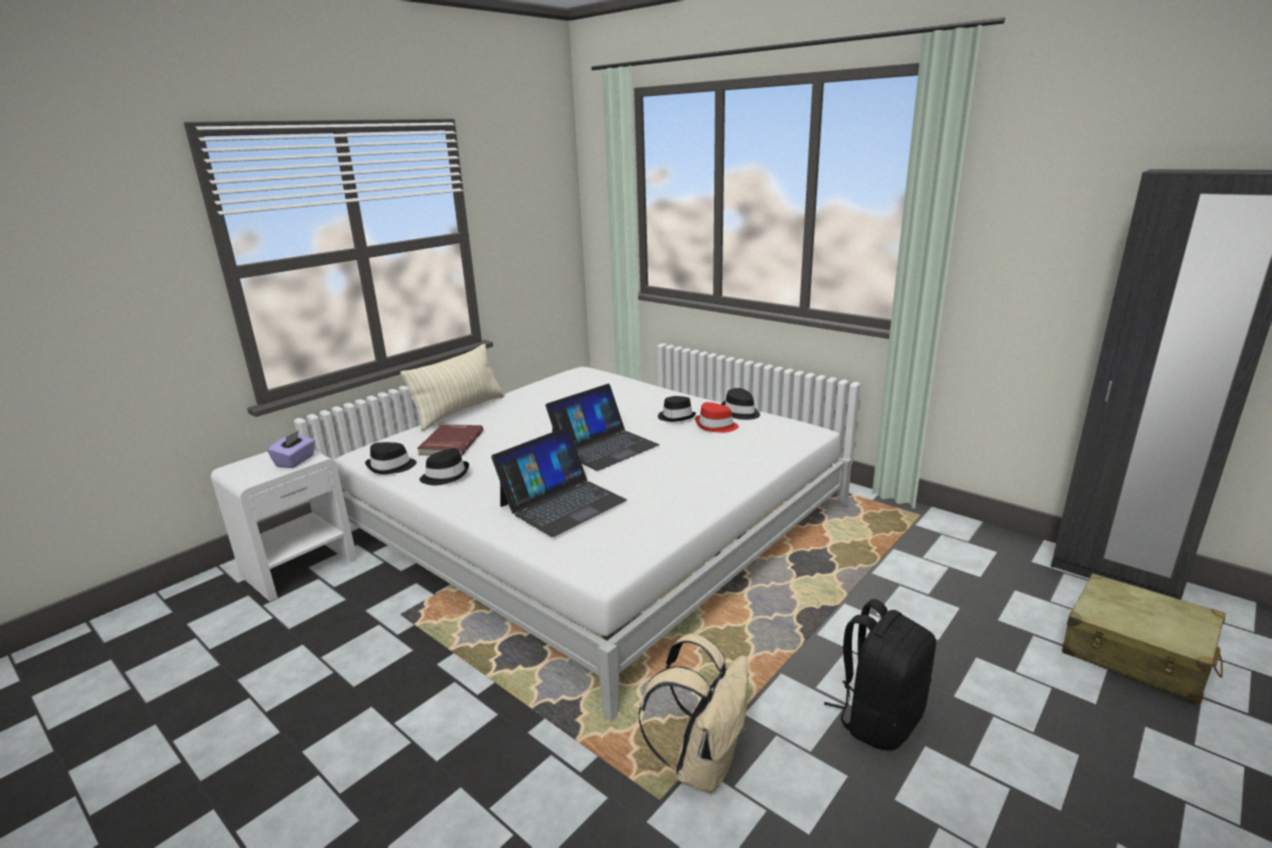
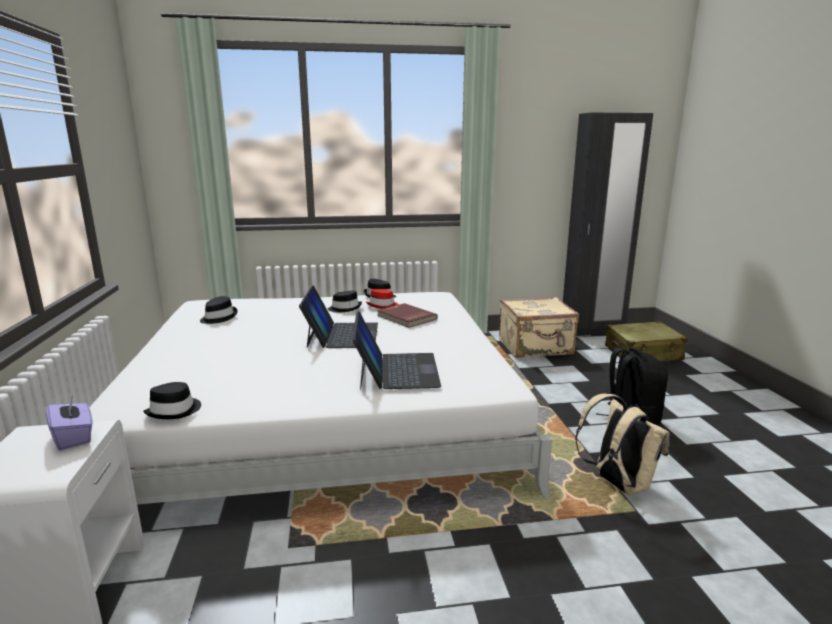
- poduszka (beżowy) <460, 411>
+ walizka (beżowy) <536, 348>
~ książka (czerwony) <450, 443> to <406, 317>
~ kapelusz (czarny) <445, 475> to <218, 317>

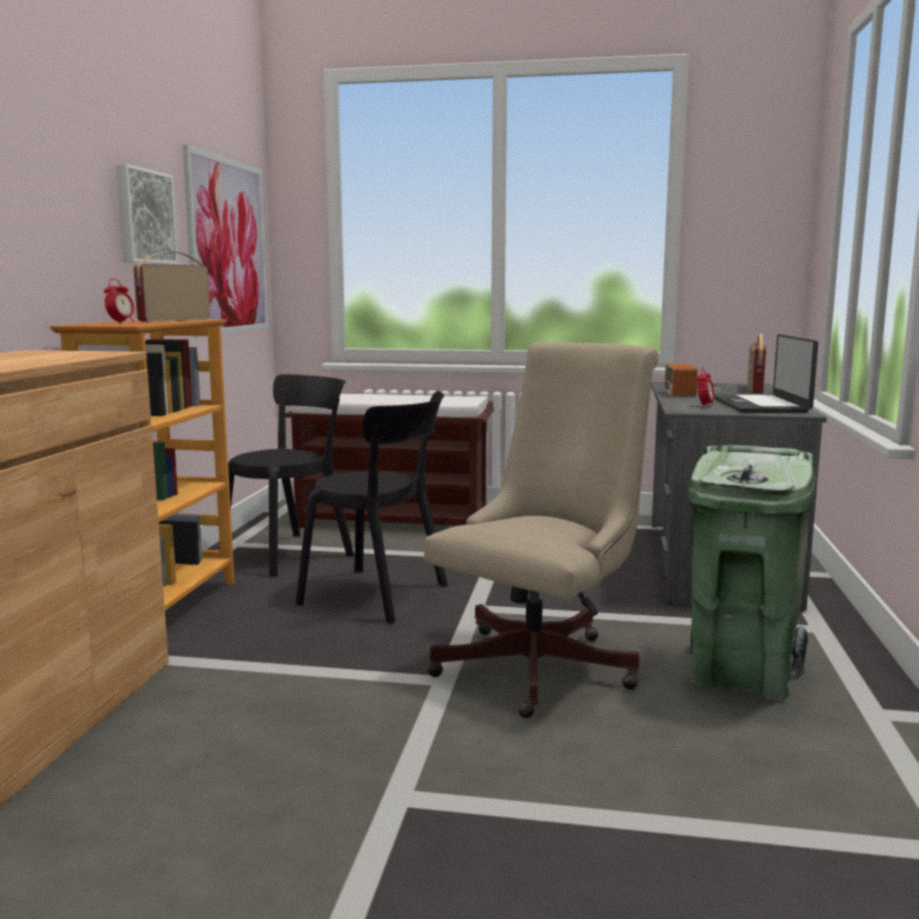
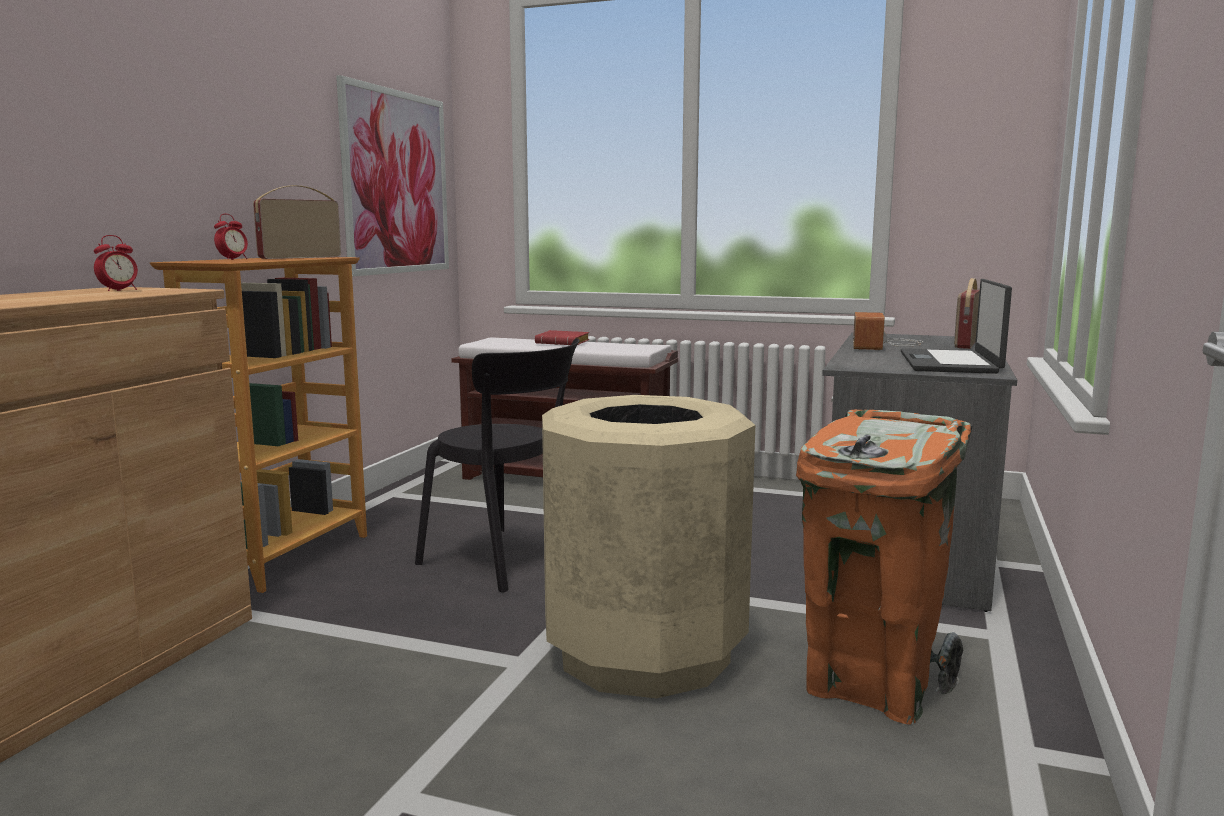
- obraz <143, 217>
- krzesło (czarny) <292, 553>
+ książka (czerwony) <564, 343>
~ budzik <704, 406> to <119, 290>
~ krzesło biurowe (beżowy) <544, 664> to kosz na śmieci (beżowy) <645, 653>
~ kosz na śmieci (zielony) <741, 675> to kosz na śmieci (pomarańczowy) <872, 685>

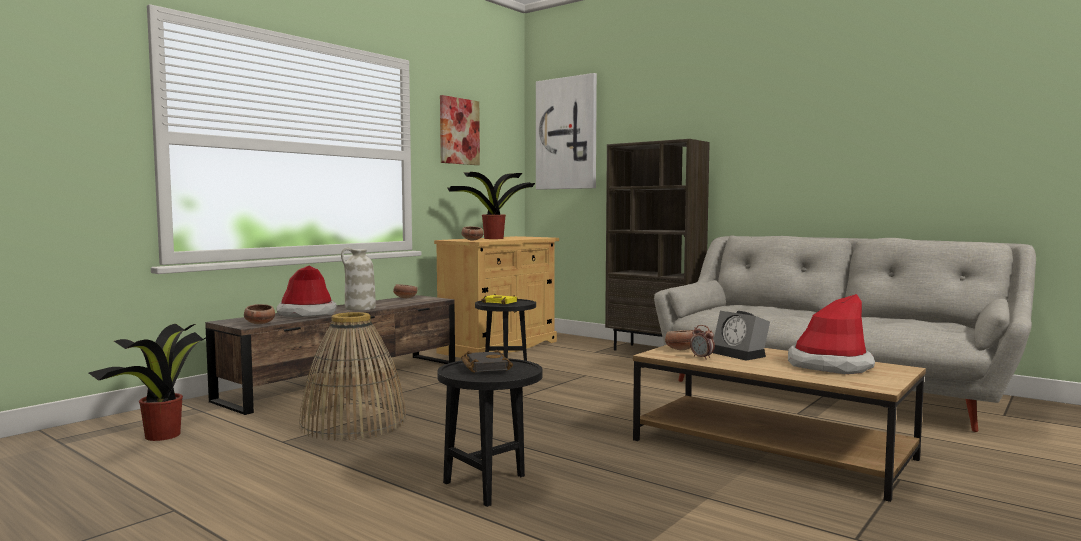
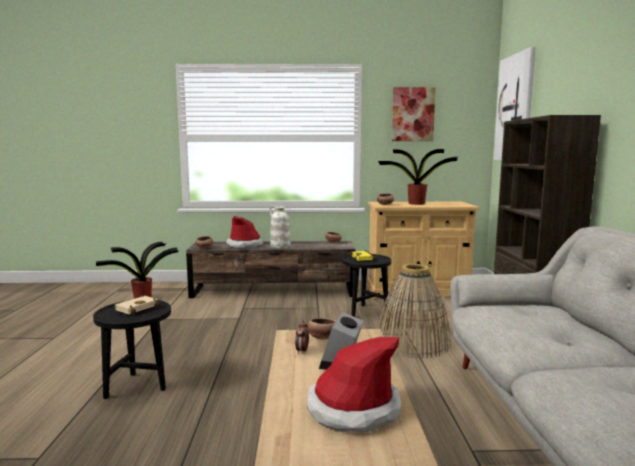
~ koszyk <353, 423> to <412, 342>
~ książka (czarny) <483, 366> to książka (beżowy) <137, 307>

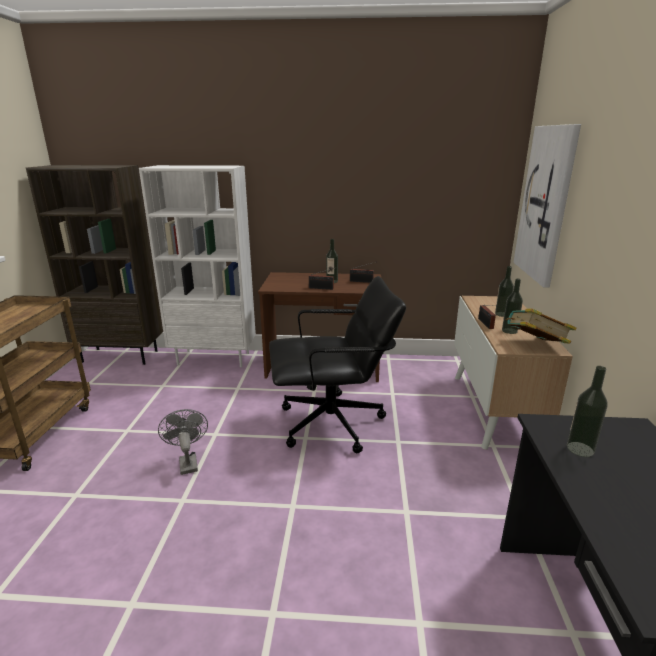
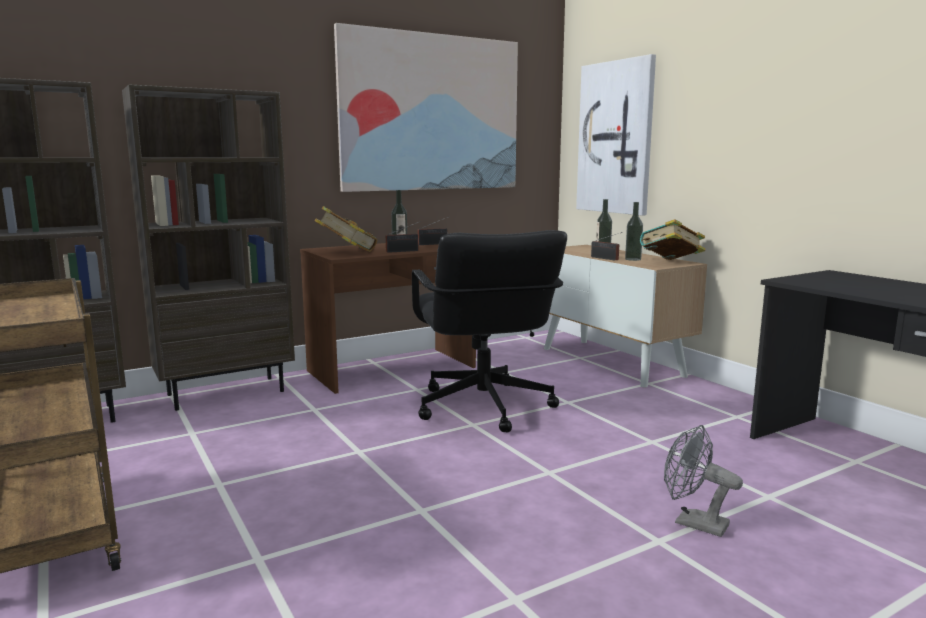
- butelka <580, 449>
+ książka <347, 252>
+ obraz <431, 113>
~ wentylator (szary) <187, 462> to <693, 522>
~ regał (biały) <214, 358> to regał (brązowy) <226, 392>
~ krzesło biurowe (czarny) <332, 423> = <483, 407> 120 degrees clockwise

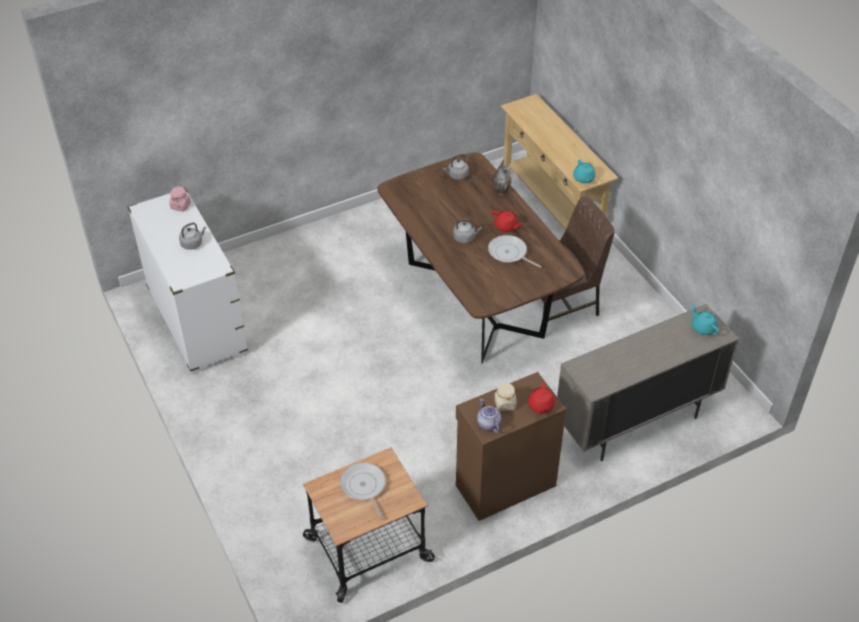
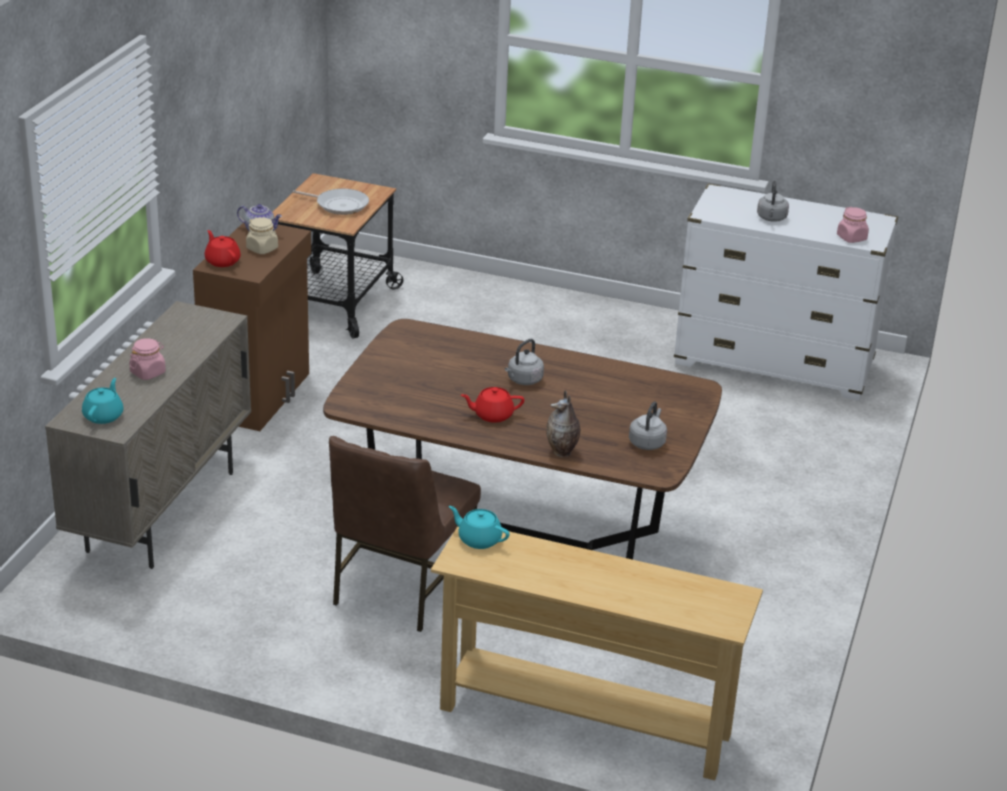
- patelnia <509, 253>
+ słoik (różowy) <148, 372>
~ imbryk (turkusowy) <703, 328> = <104, 416> 90 degrees counterclockwise

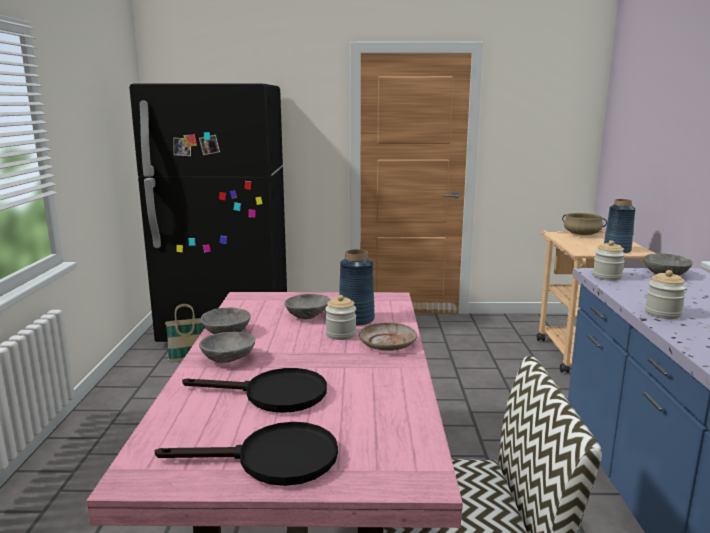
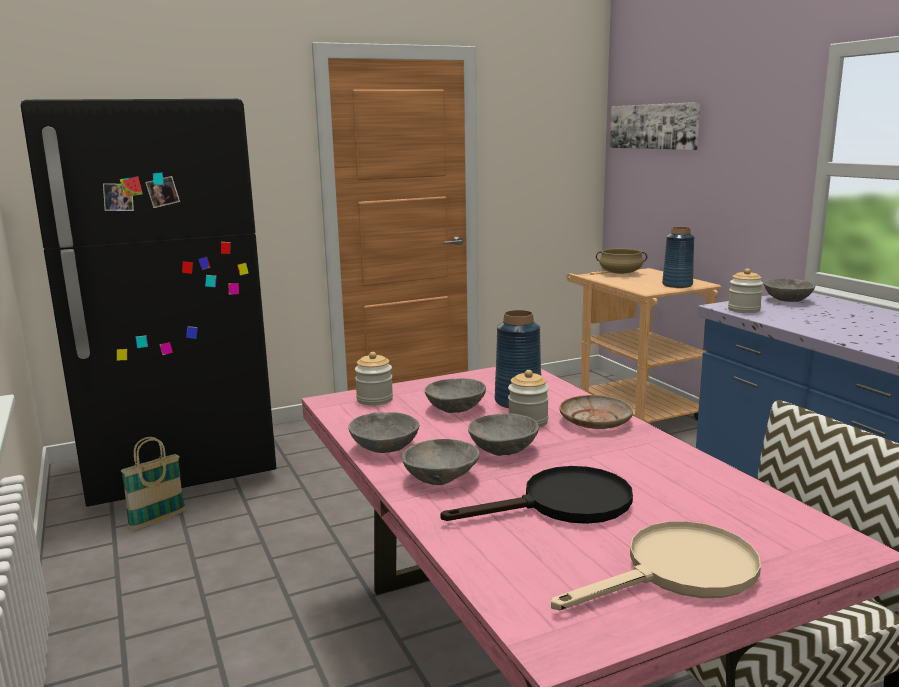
+ miska (szary) <504, 449>
+ obraz <654, 126>
~ słoik <662, 313> to <374, 399>
~ patelnia (czarny) <273, 460> to patelnia (beżowy) <678, 573>

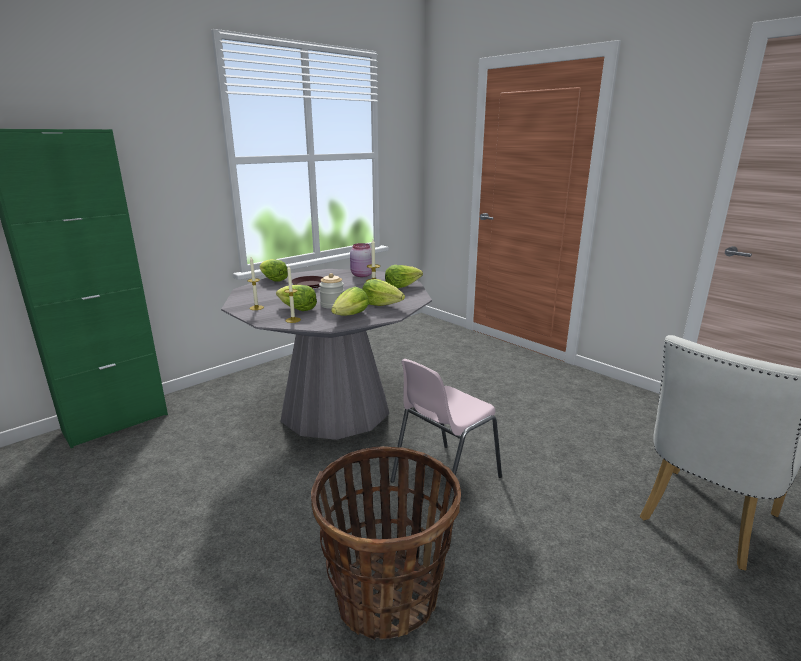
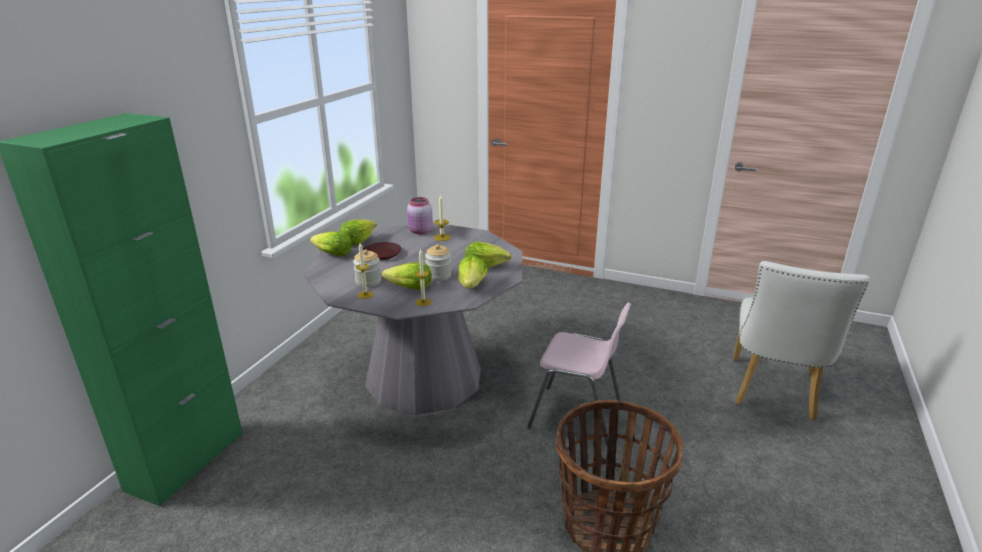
+ słoik <368, 281>
~ sałata <402, 286> to <358, 241>
~ krzesło (różowy) <444, 479> = <577, 417> 90 degrees counterclockwise

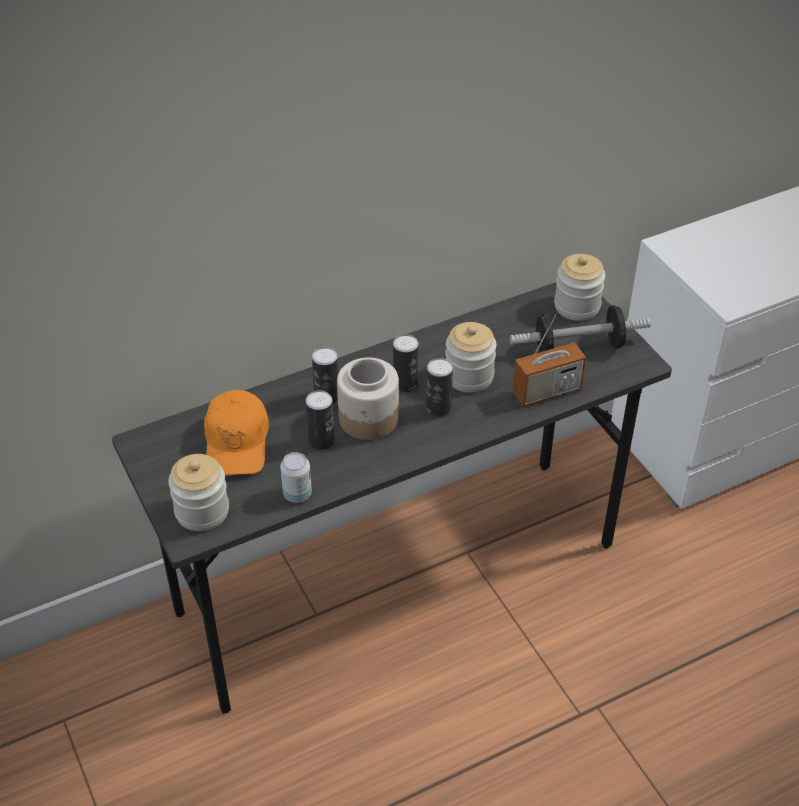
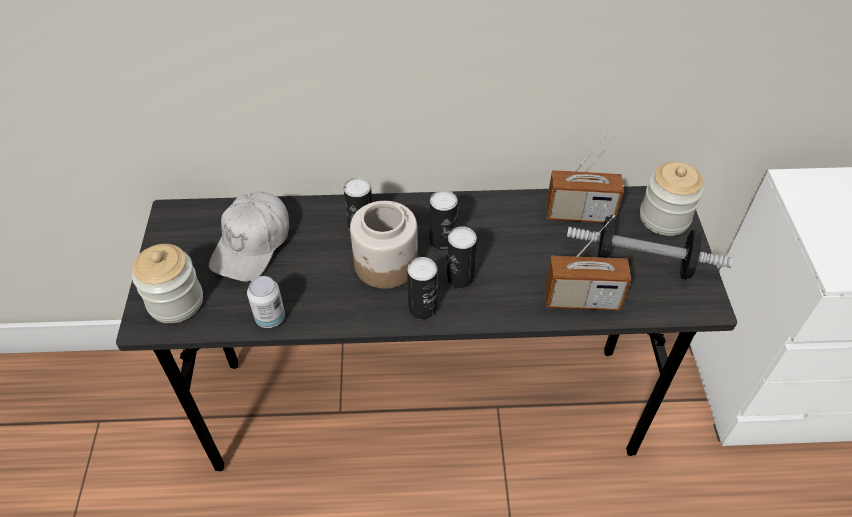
- słoik <469, 376>
+ radio <579, 214>
~ puszka <321, 441> to <422, 308>
~ czapka z daszkiem (pomarańczowy) <237, 442> to czapka z daszkiem (biały) <252, 244>

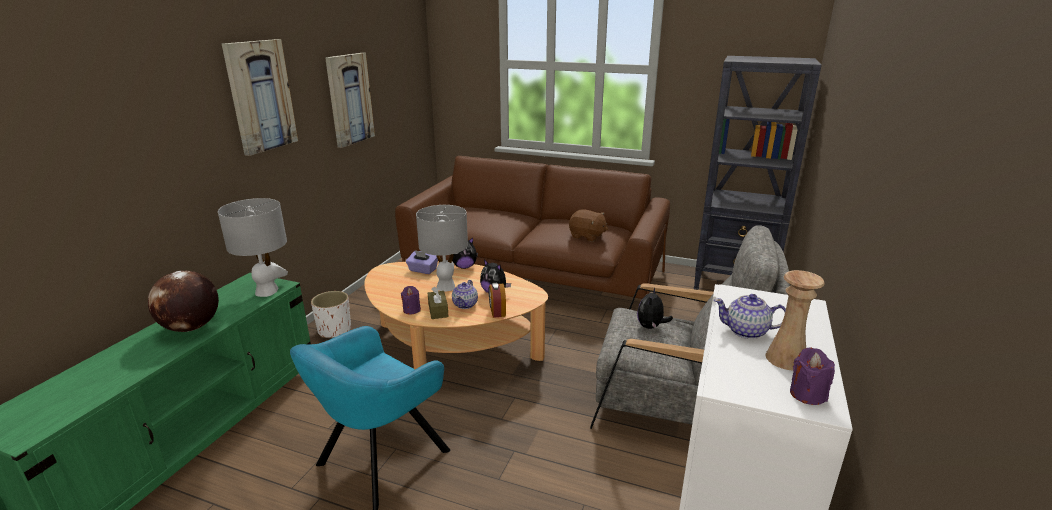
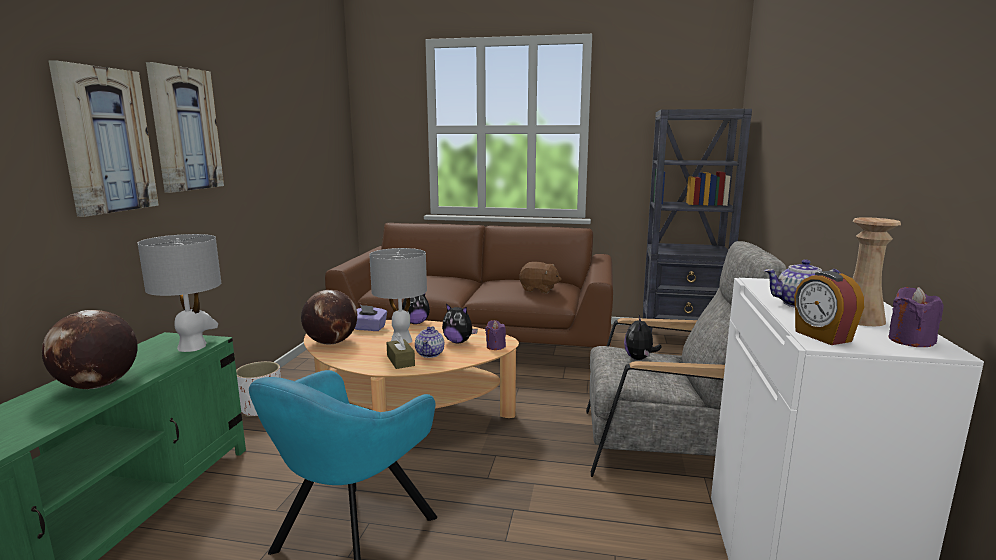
+ globus <331, 342>
~ obraz <349, 99> to <105, 140>
~ świeca (fioletowy) <411, 310> to <495, 346>
~ budzik <497, 312> to <822, 336>

